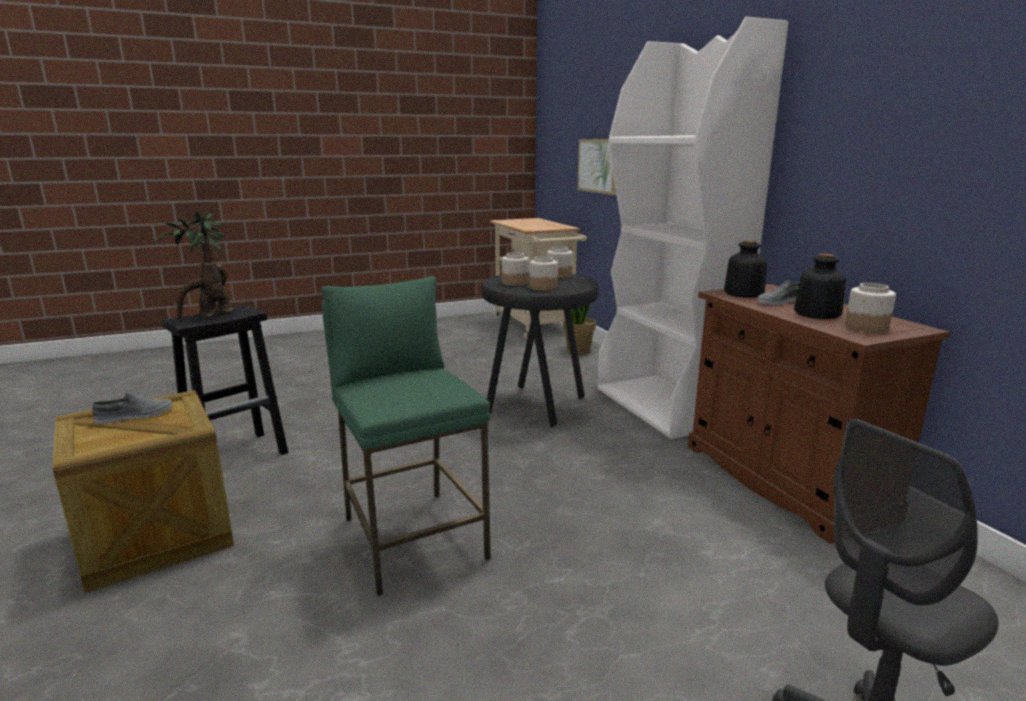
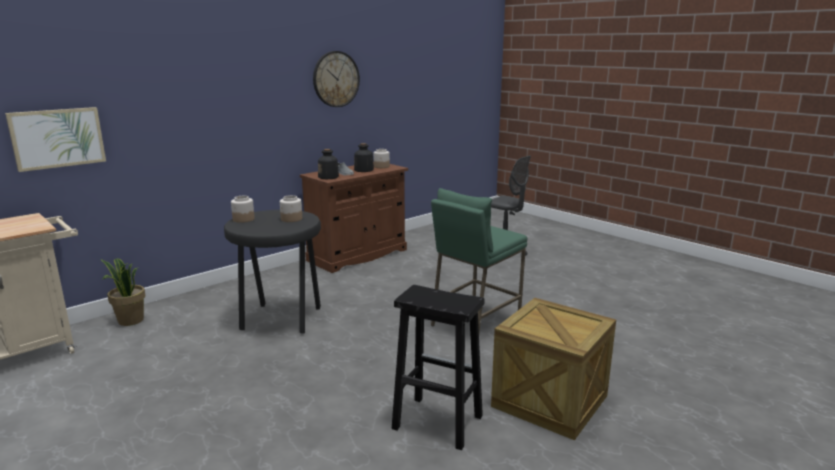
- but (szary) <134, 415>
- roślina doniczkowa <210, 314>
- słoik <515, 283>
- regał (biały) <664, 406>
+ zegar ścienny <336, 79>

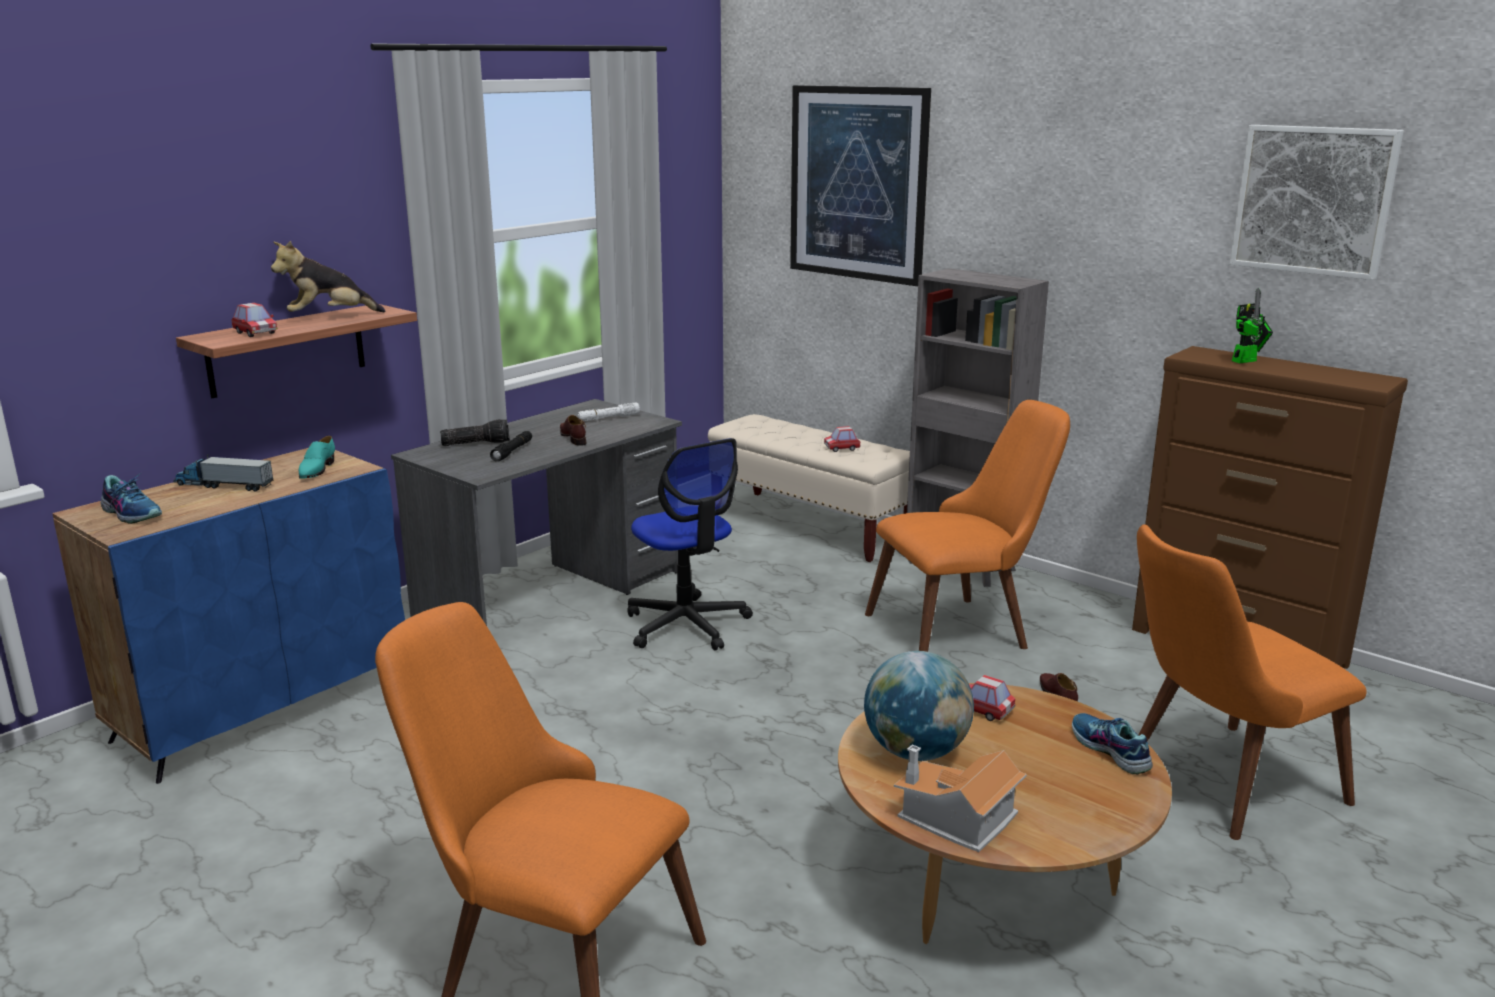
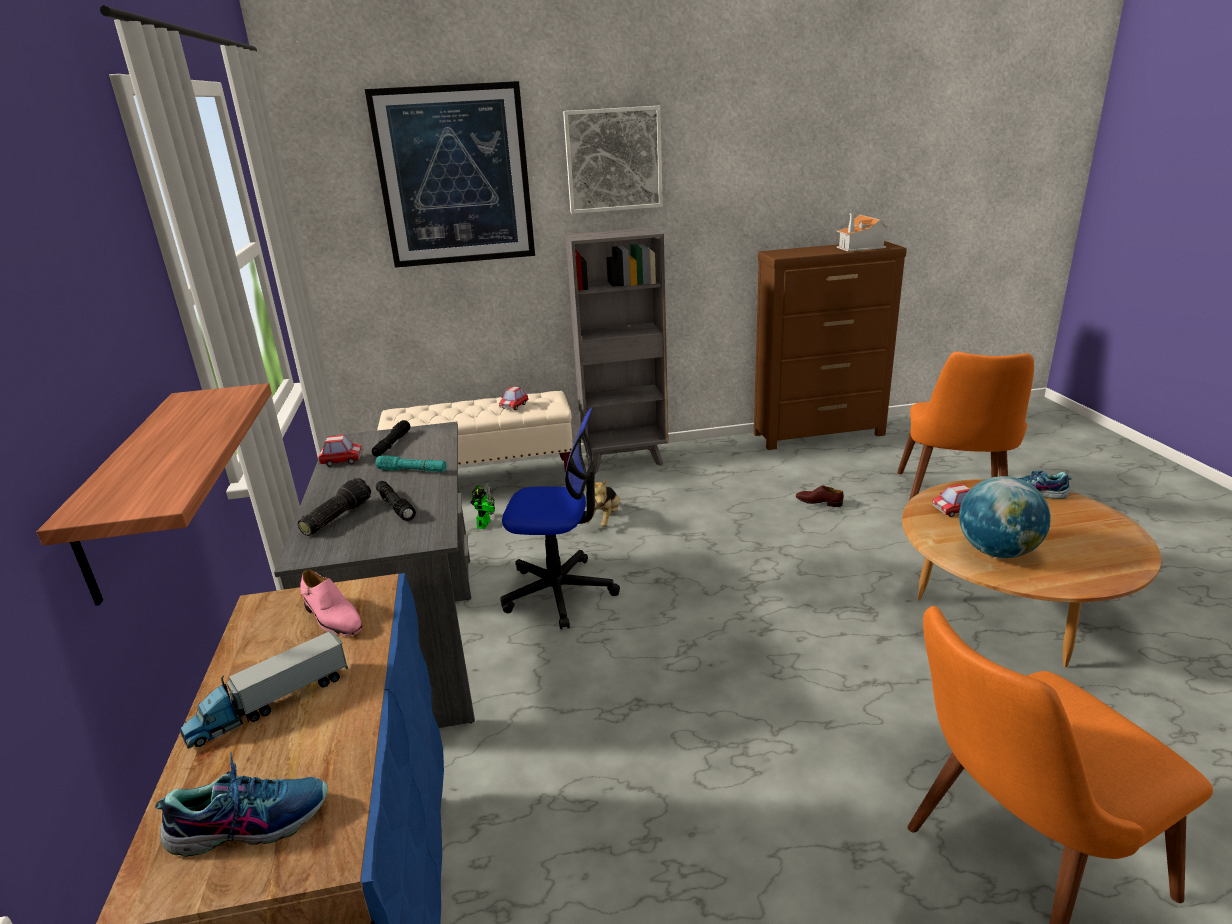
- krzesło (pomarańczowy) <963, 628>
~ samochodzik <255, 333> to <342, 460>
~ pluszak <329, 317> to <604, 519>
~ domek <956, 819> to <861, 247>
~ obraz <1313, 200> to <613, 160>
~ robot zabawkowy <1247, 360> to <485, 523>
~ but (brązowy) <573, 437> to latarka (turkusowy) <412, 470>
~ but (turkusowy) <316, 470> to but (różowy) <332, 618>
~ latarka (biały) <608, 418> to latarka (czarny) <392, 444>

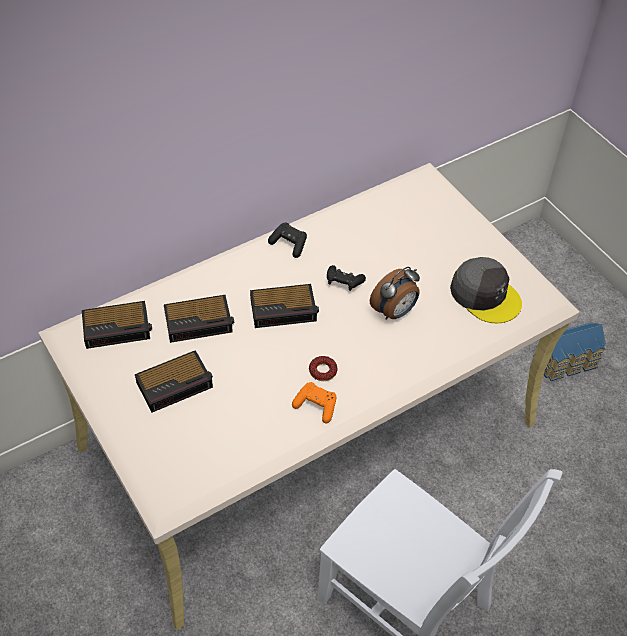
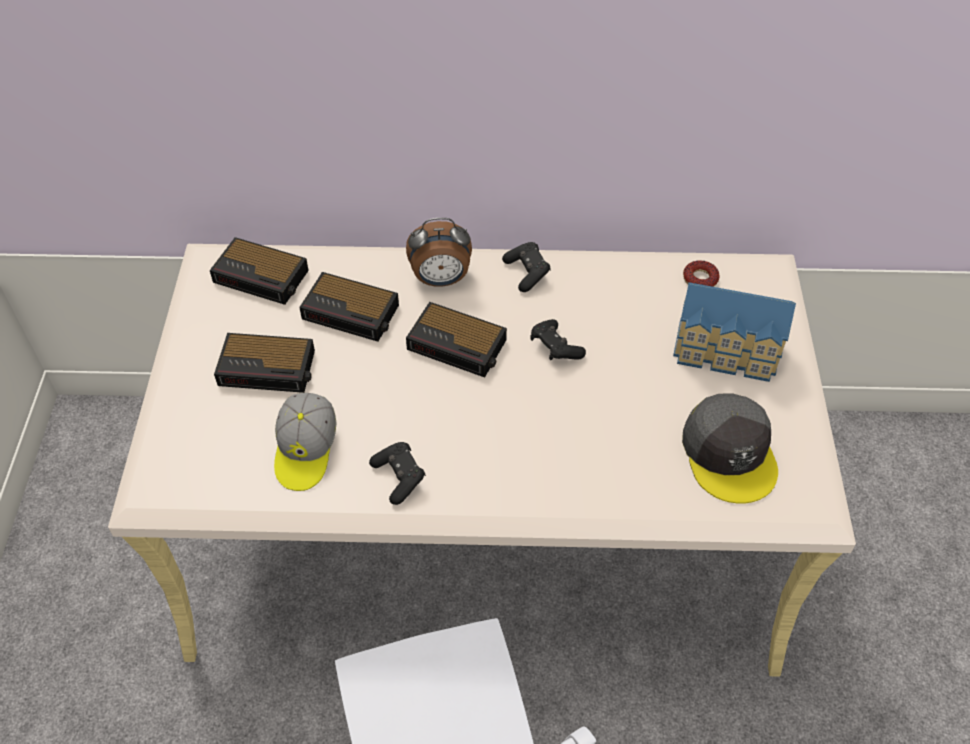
+ czapka z daszkiem <306, 451>
~ donut <322, 371> to <700, 279>
~ budzik <394, 312> to <441, 280>
~ domek <567, 362> to <727, 352>
~ pad do gier (pomarańczowy) <316, 406> to pad do gier (czarny) <399, 477>

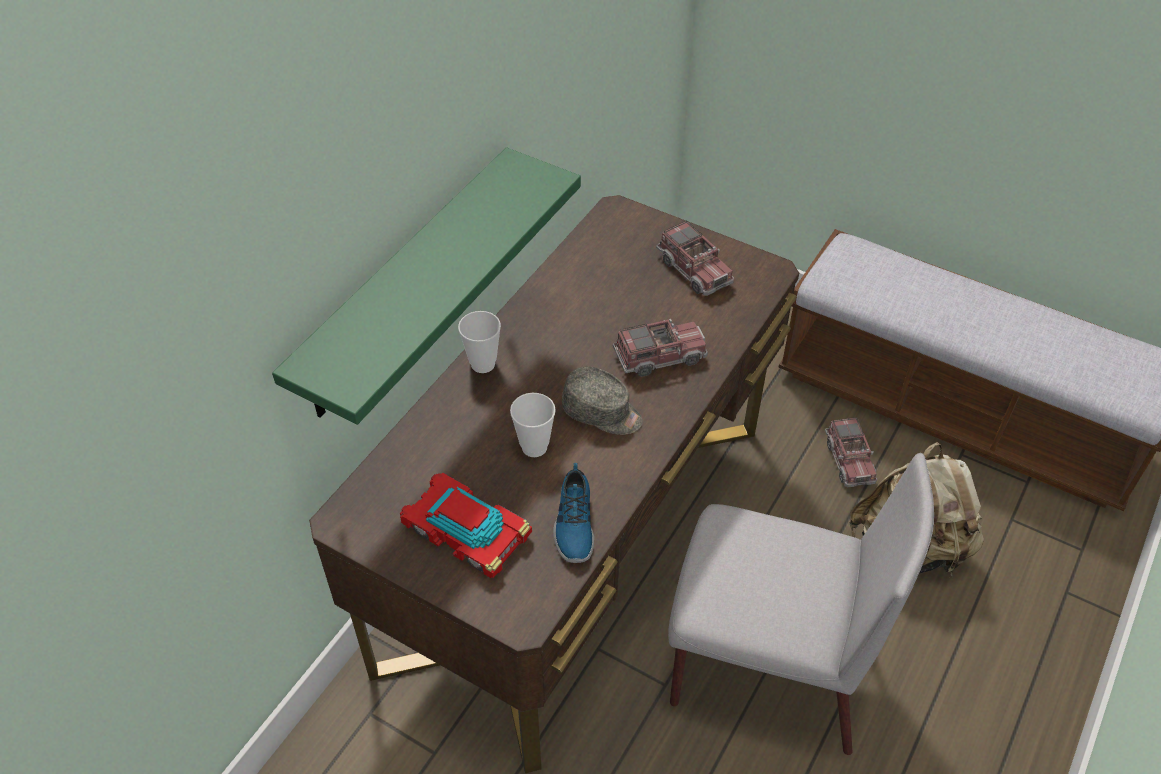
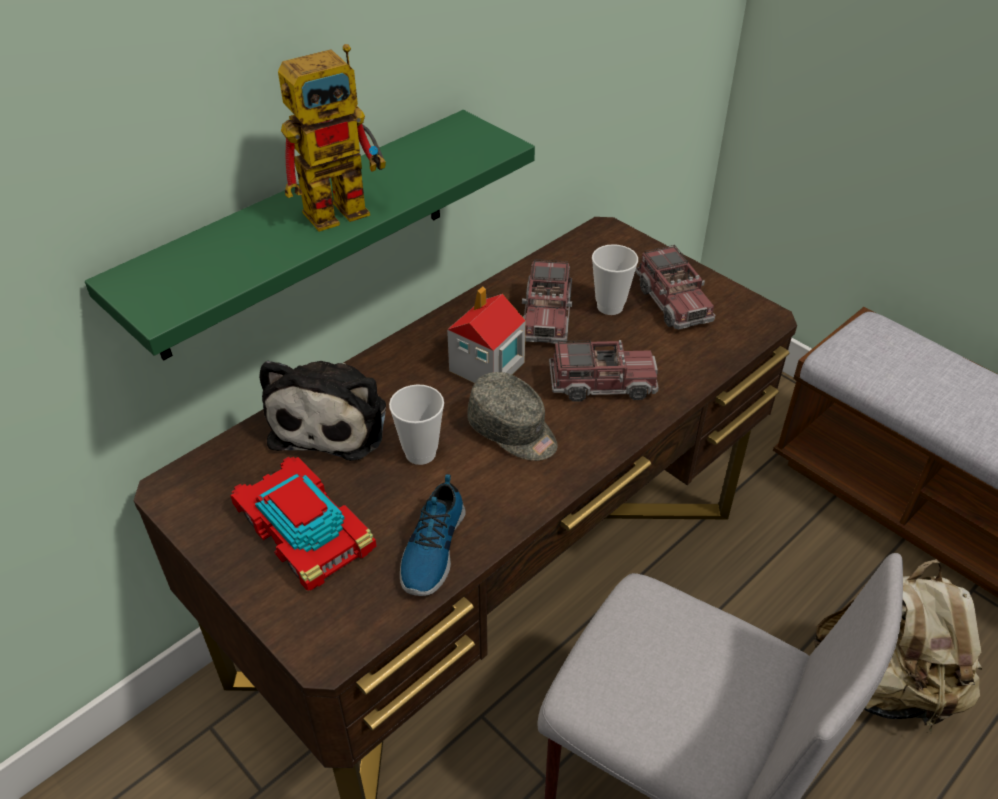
+ pluszak <332, 420>
+ robot zabawkowy <346, 206>
+ domek <486, 367>
~ filiżanka <483, 364> to <610, 307>
~ ciężarówka zabawkowa <849, 460> to <546, 316>

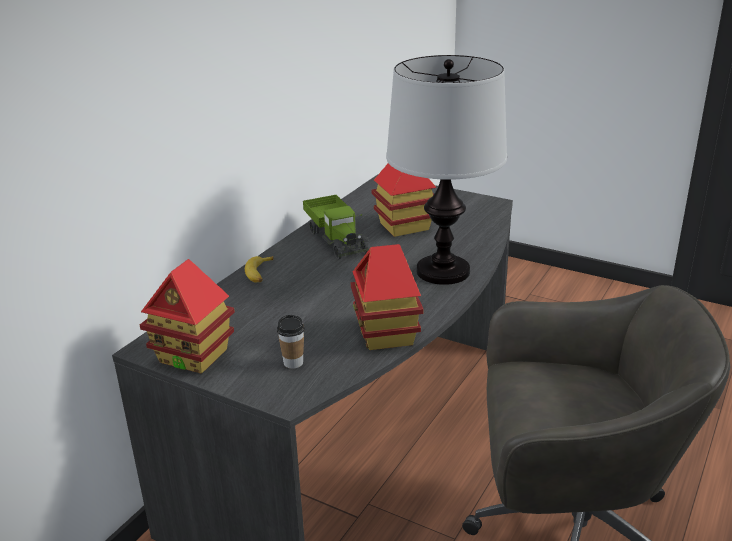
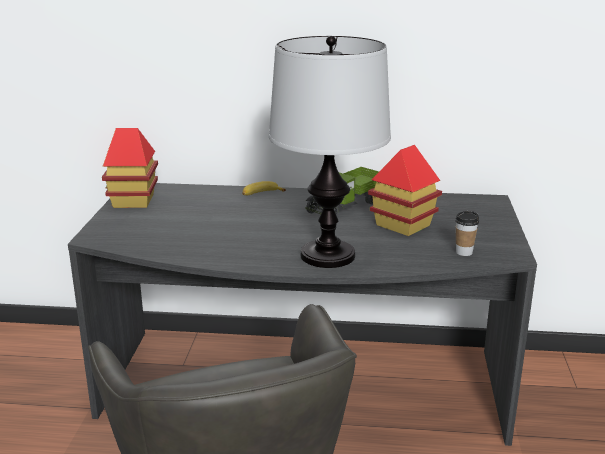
- domek <386, 334>
~ filiżanka <293, 363> to <464, 252>

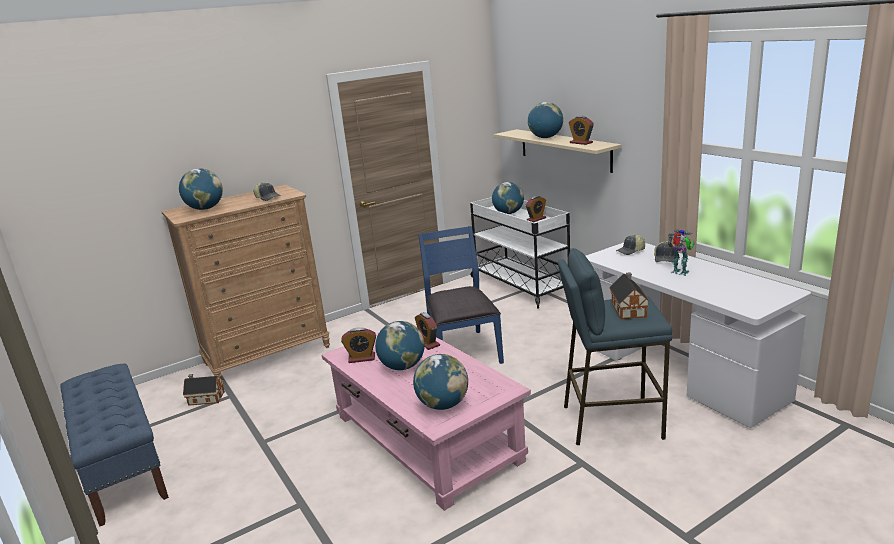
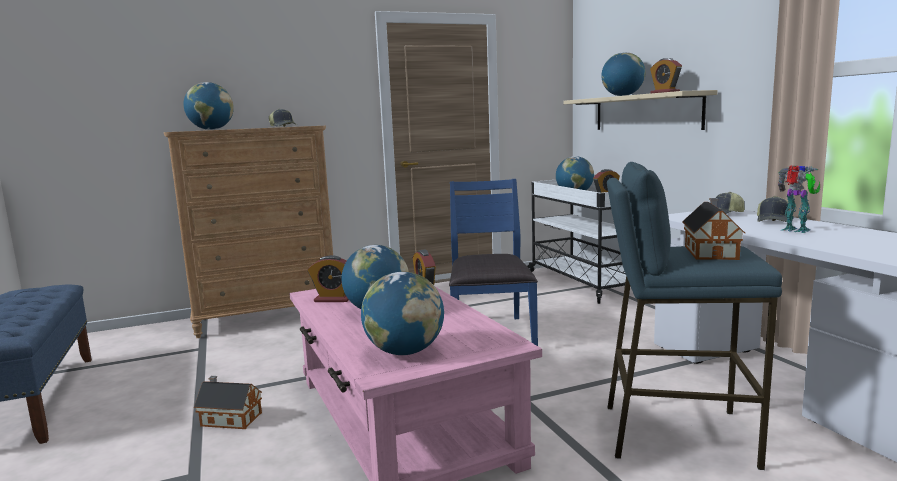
~ domek <205, 398> to <229, 419>

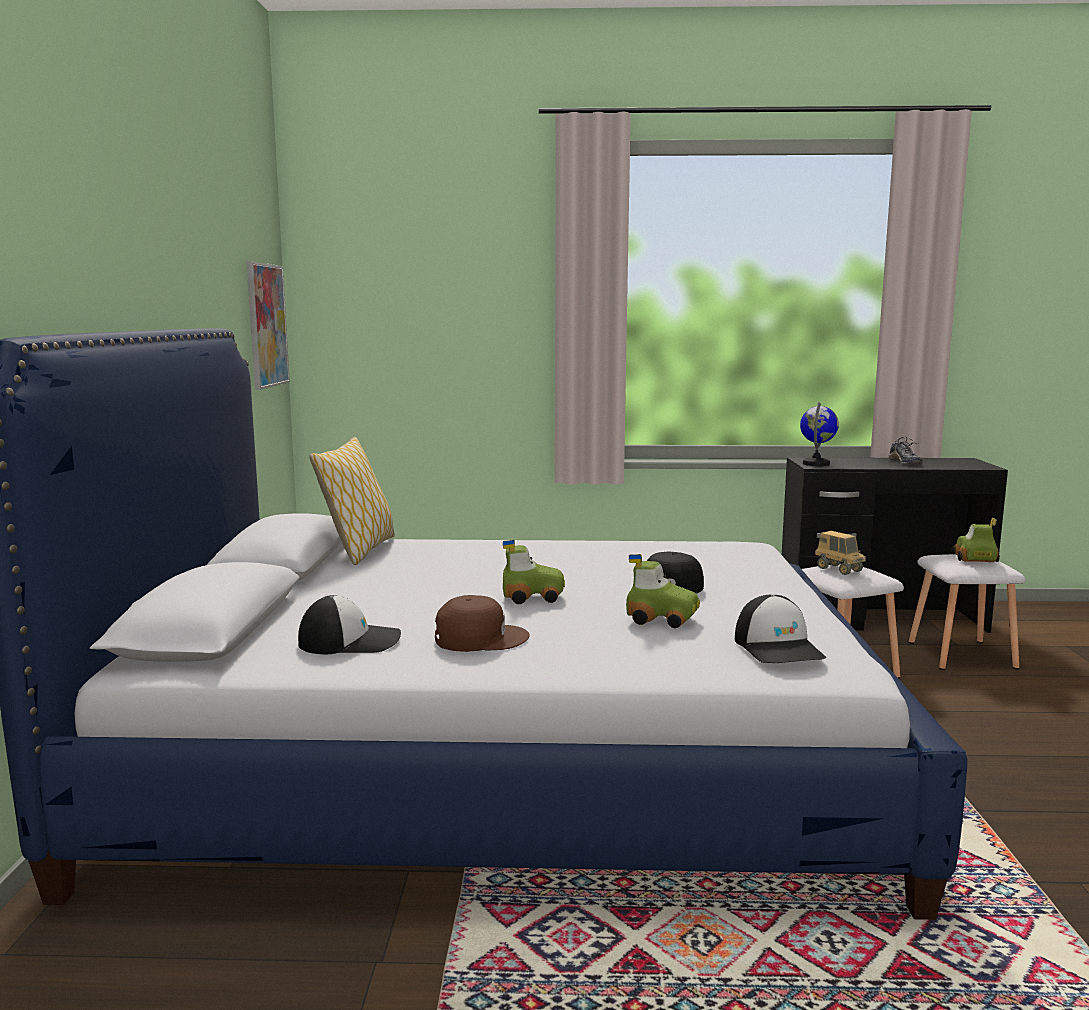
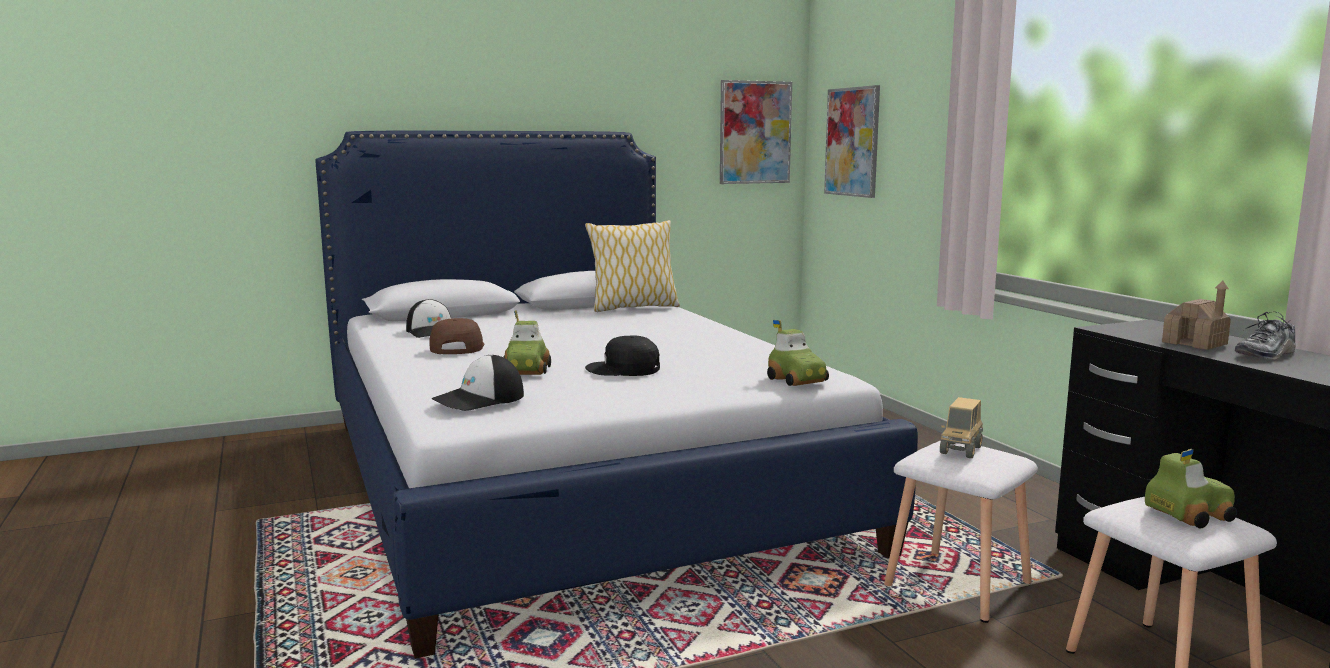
- globus <816, 464>
+ obraz <852, 142>
+ domek <1195, 343>
~ samochodzik <532, 596> to <798, 380>
~ czapka z daszkiem (brązowy) <480, 638> = <456, 347> 150 degrees counterclockwise

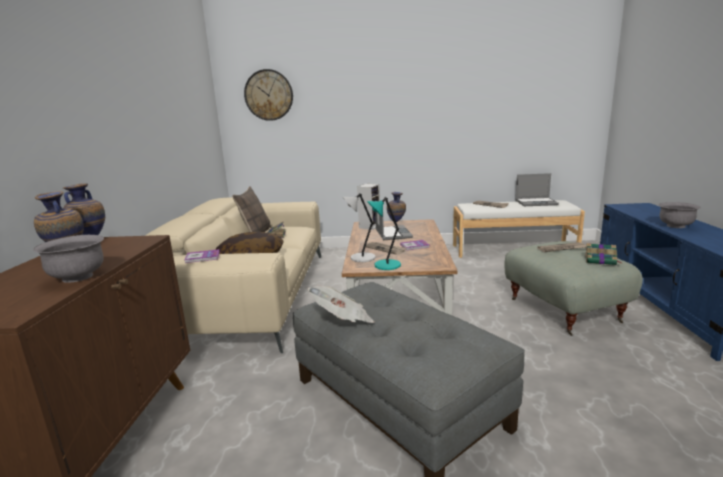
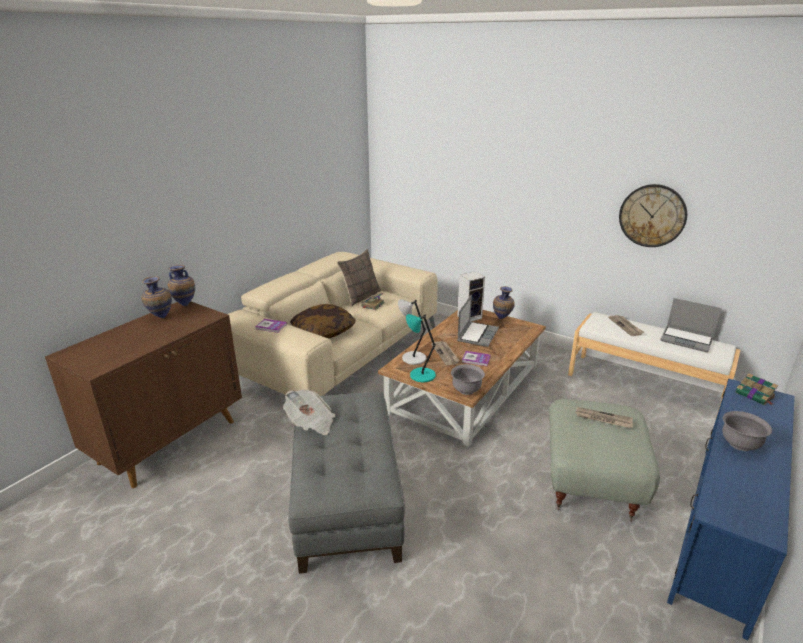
~ miska (szary) <78, 277> to <466, 390>
~ zegar ścienny <269, 95> to <652, 216>
~ książka <601, 260> to <755, 395>

